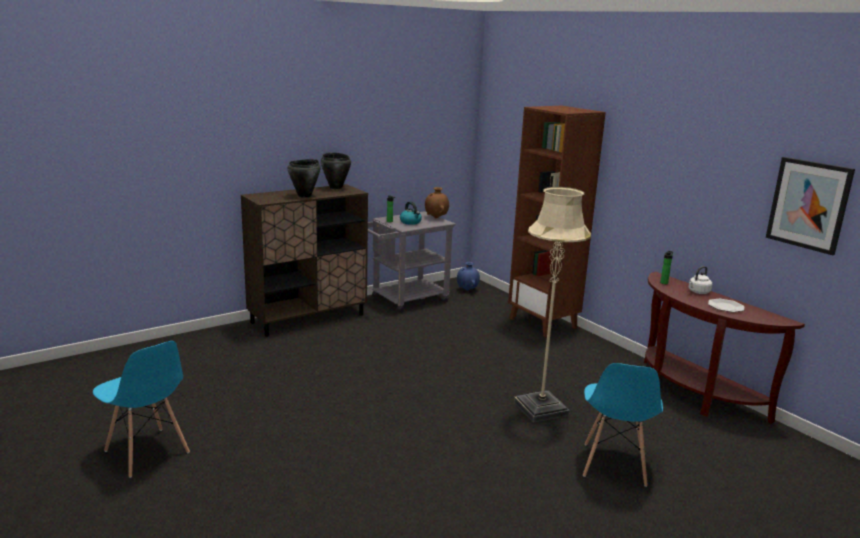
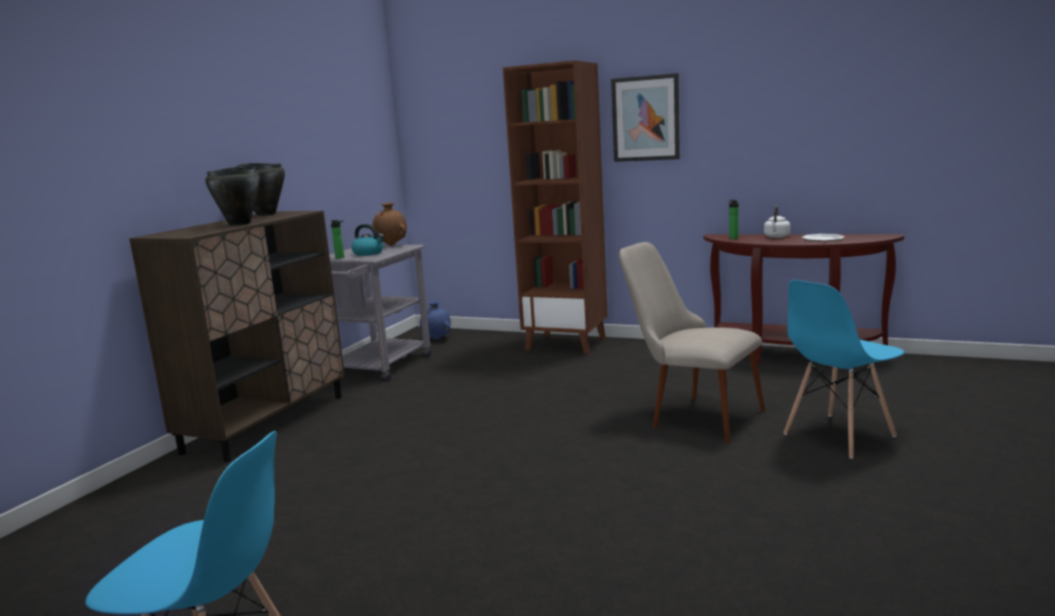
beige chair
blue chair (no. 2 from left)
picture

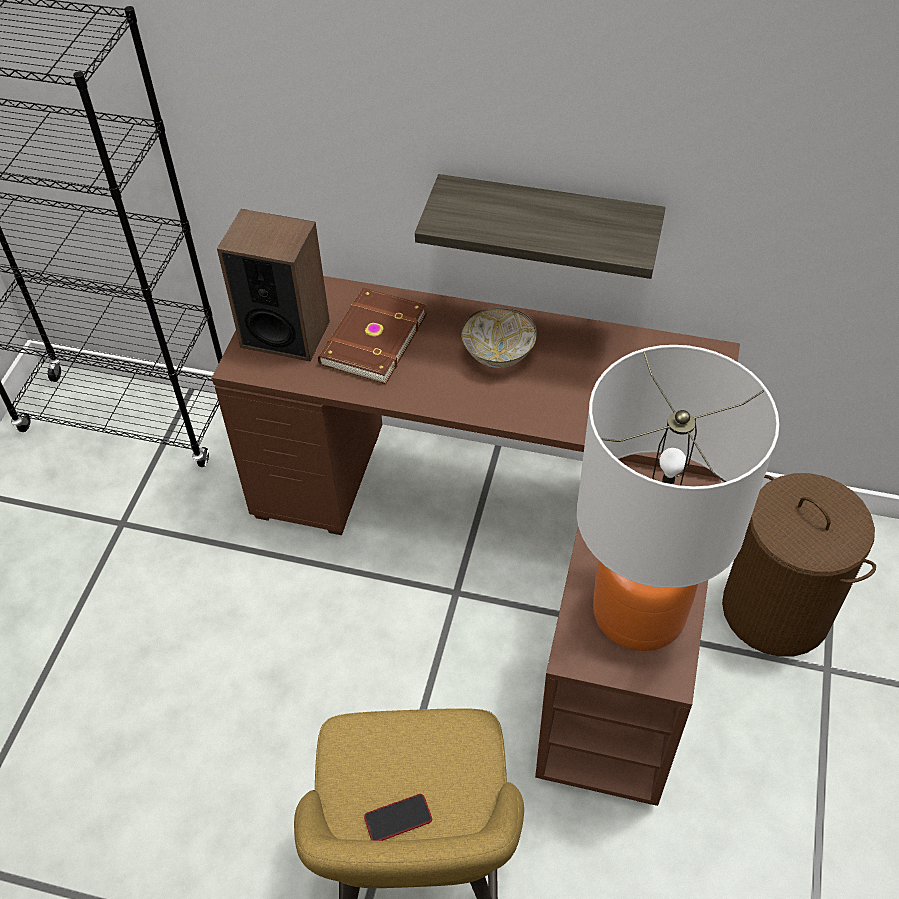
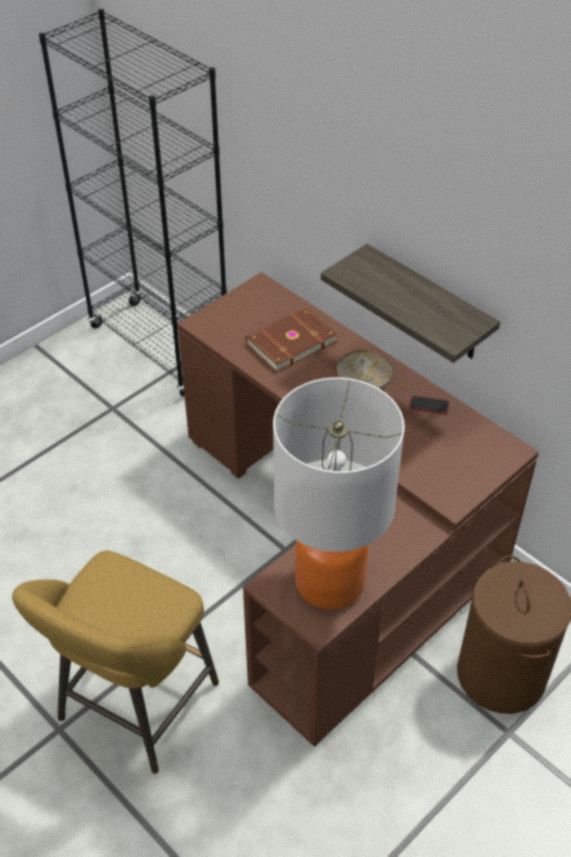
speaker
phone

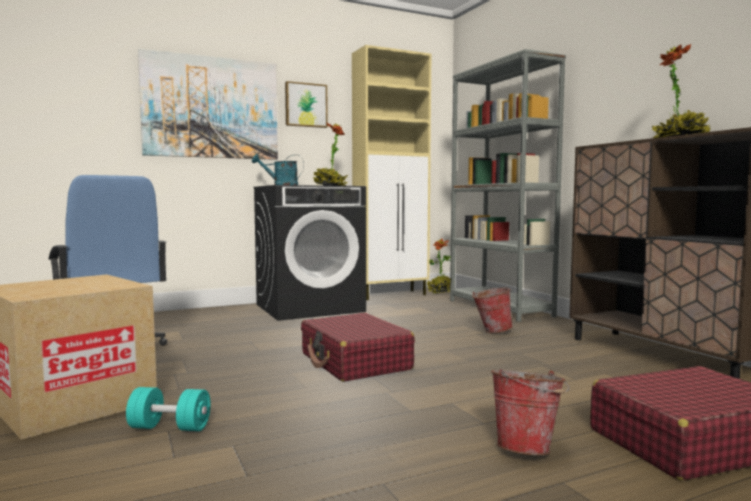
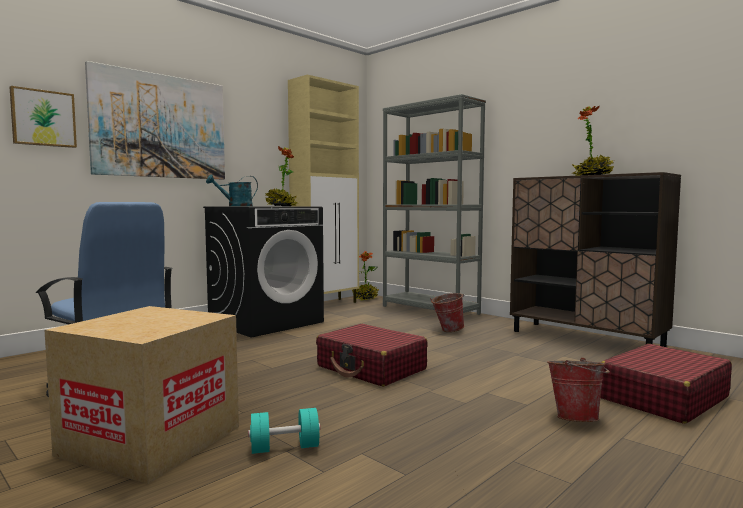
picture (no. 1 from left)

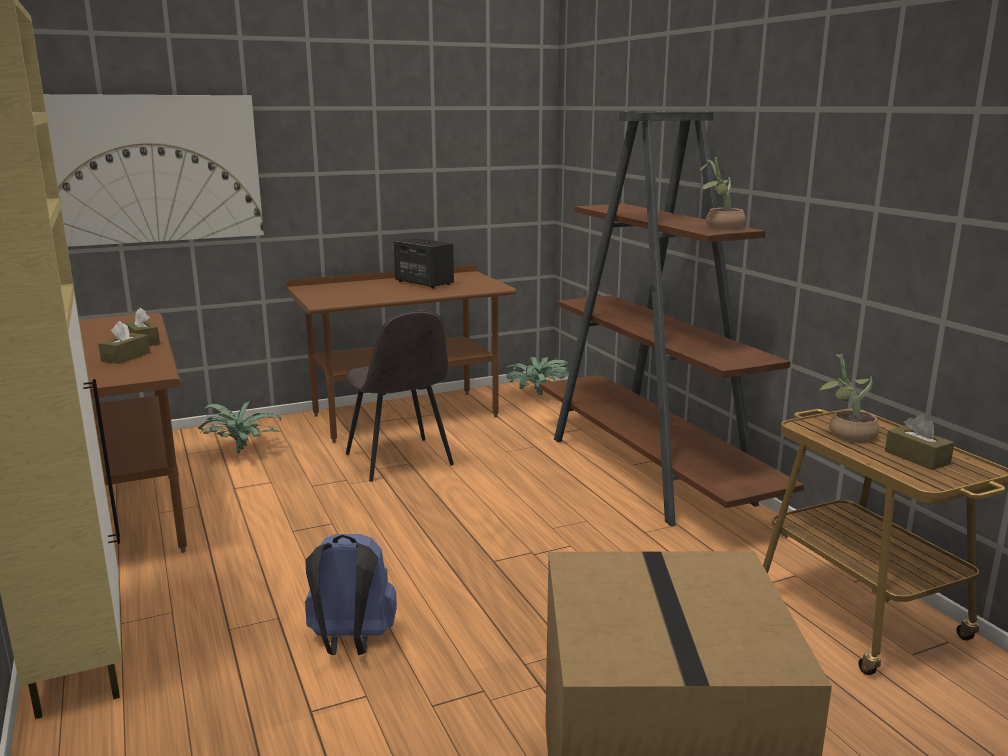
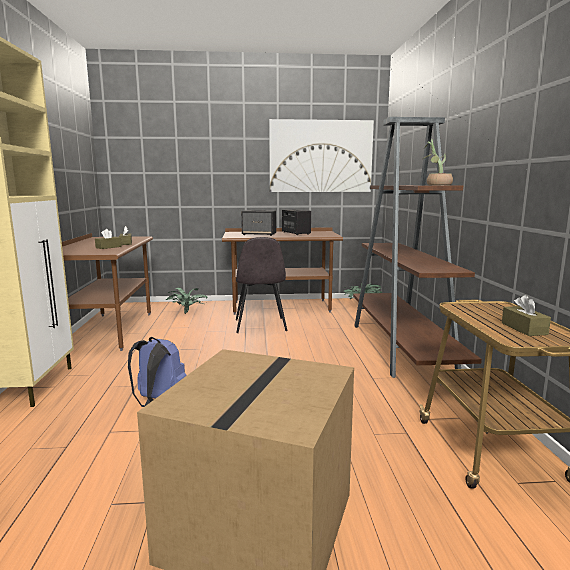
picture
potted plant (no. 4 from left in the first image)
speaker (no. 1 from left)

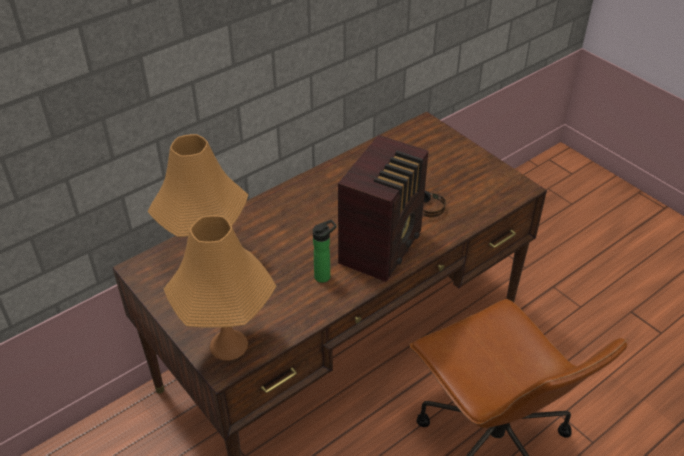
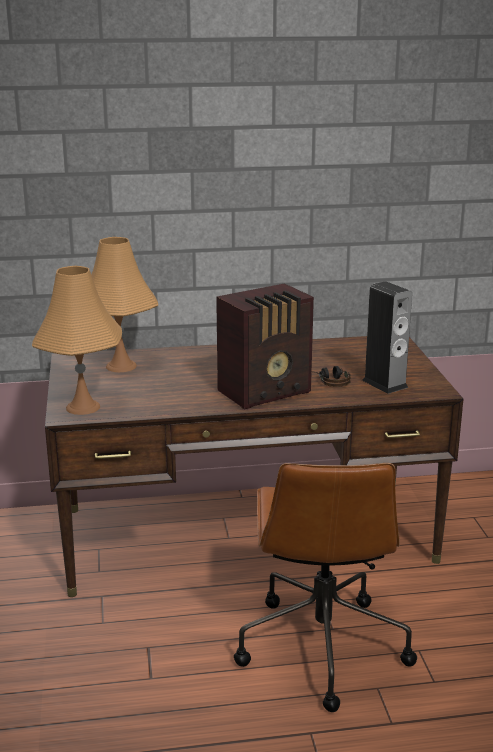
bottle
speaker

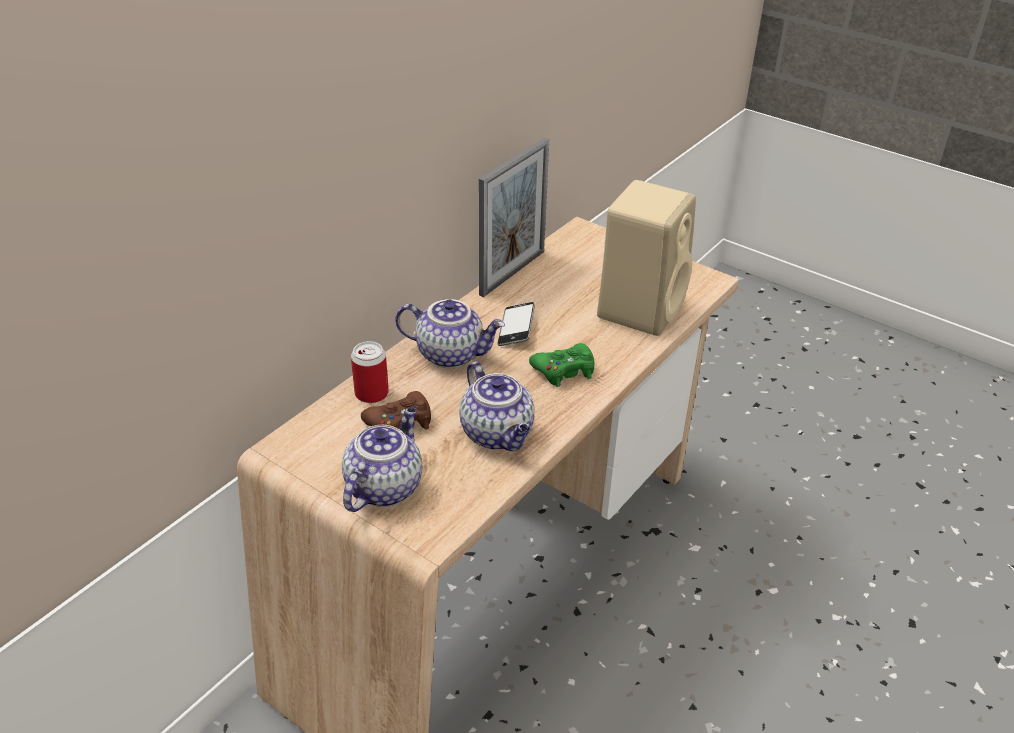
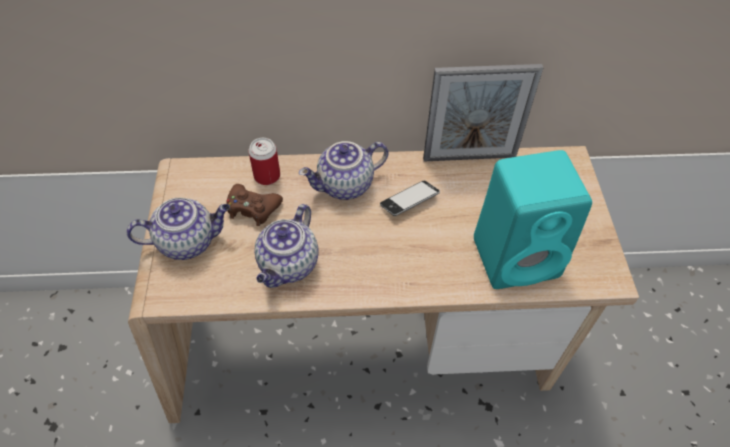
teapot (no. 3 from left)
green game controller
turquoise speaker

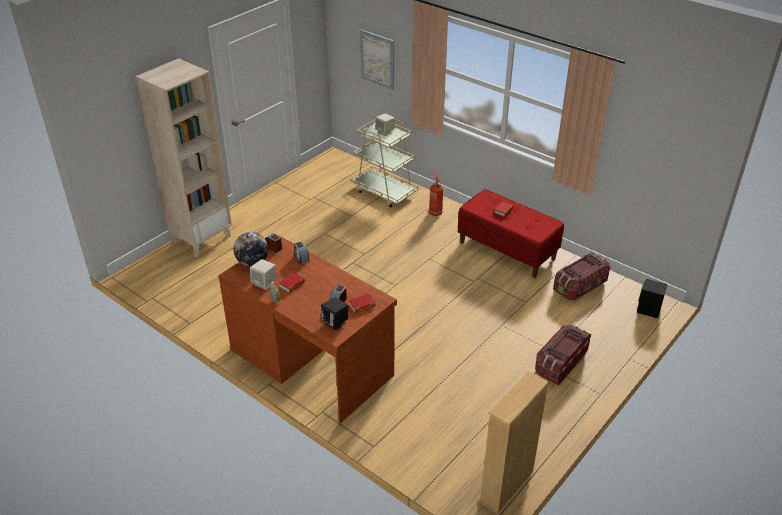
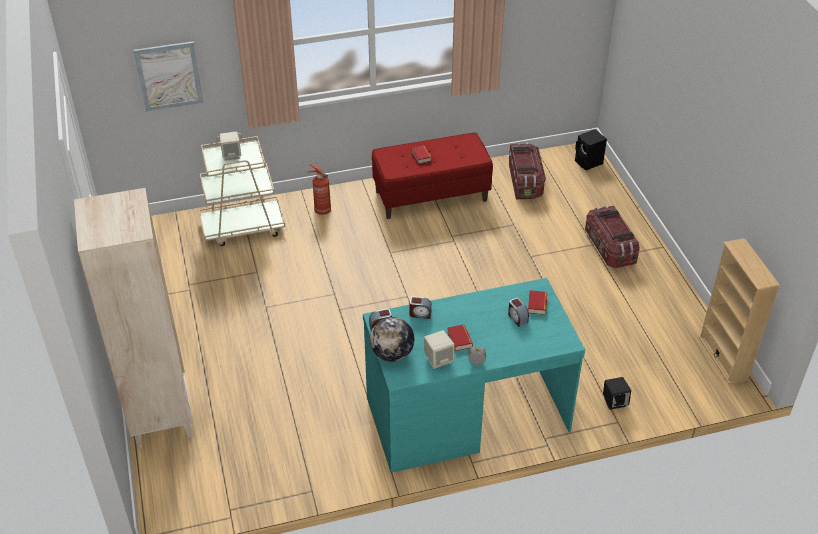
turquoise desk
black speaker (no. 2 from left)

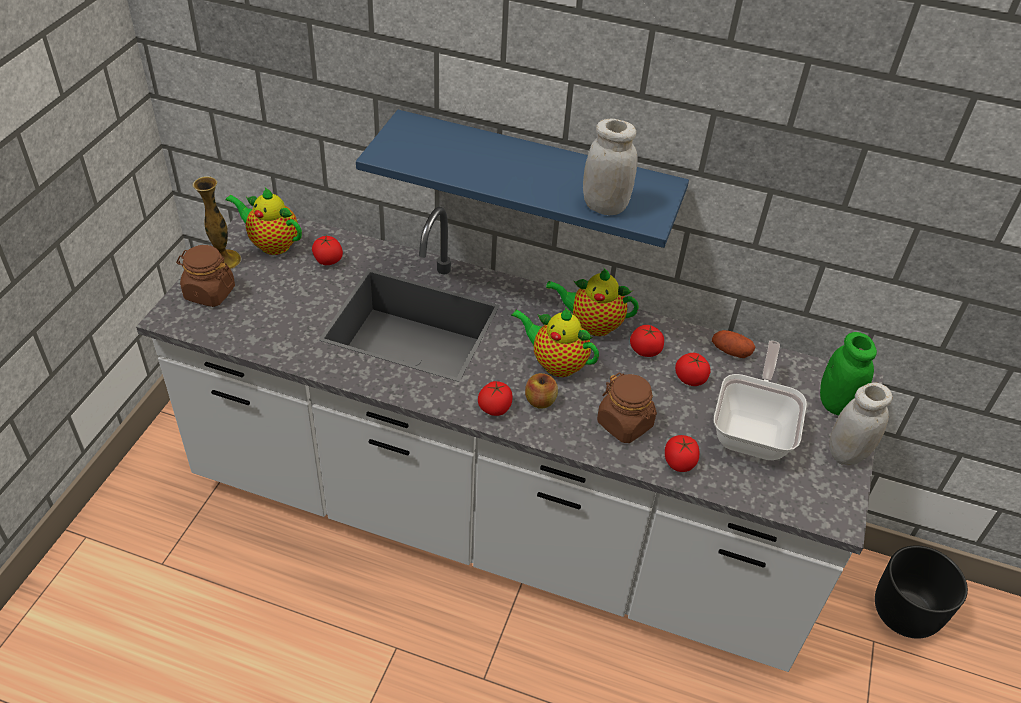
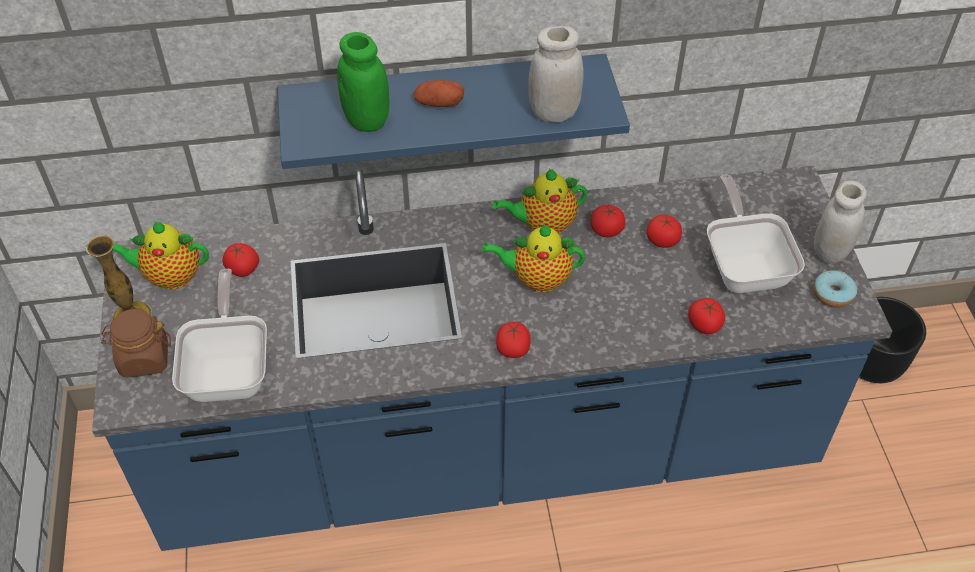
blue counter
apple
brown jar (no. 2 from left in the first image)
potato
green jar
frying pan (no. 1 from left)
donut

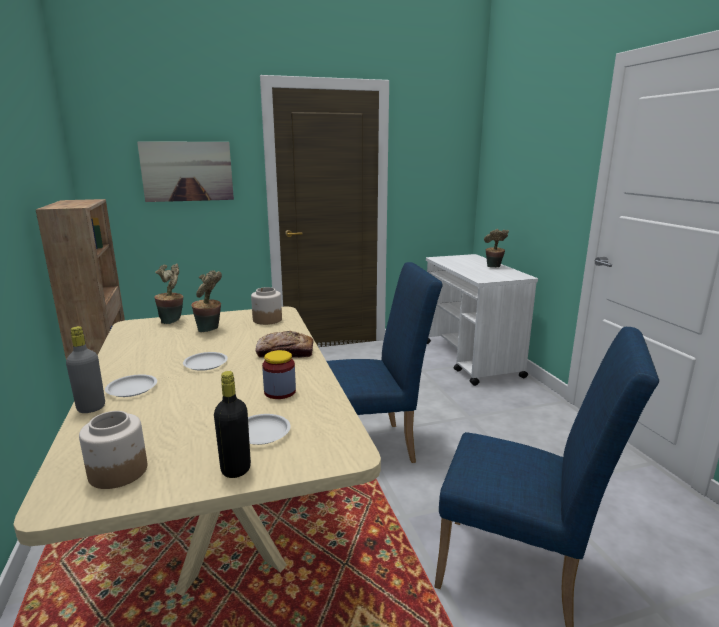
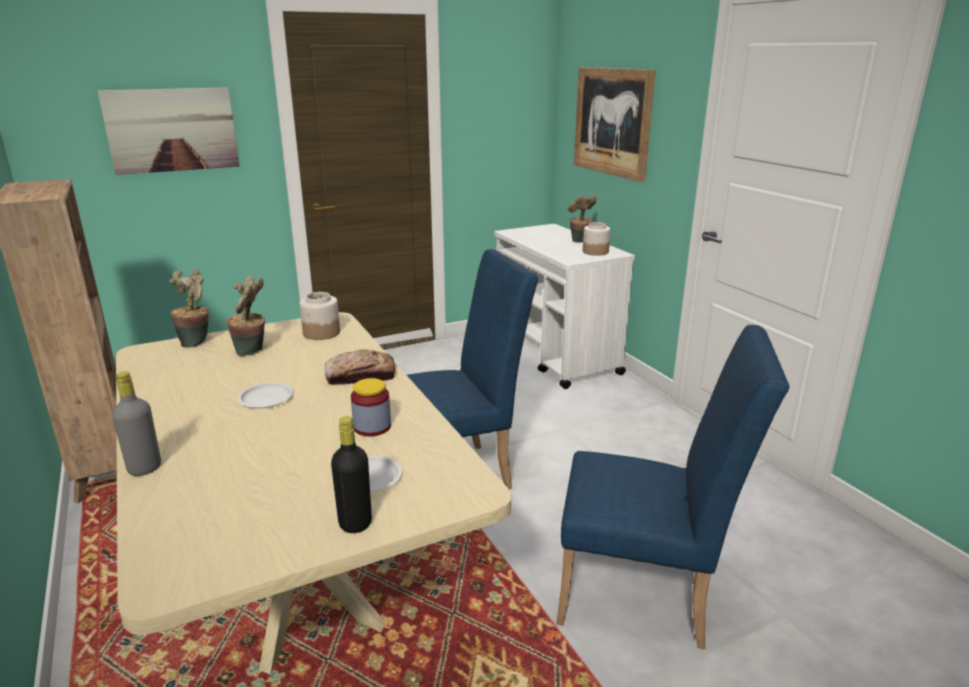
jar (no. 3 from left)
white plate (no. 1 from left in the first image)
picture (no. 2 from left)

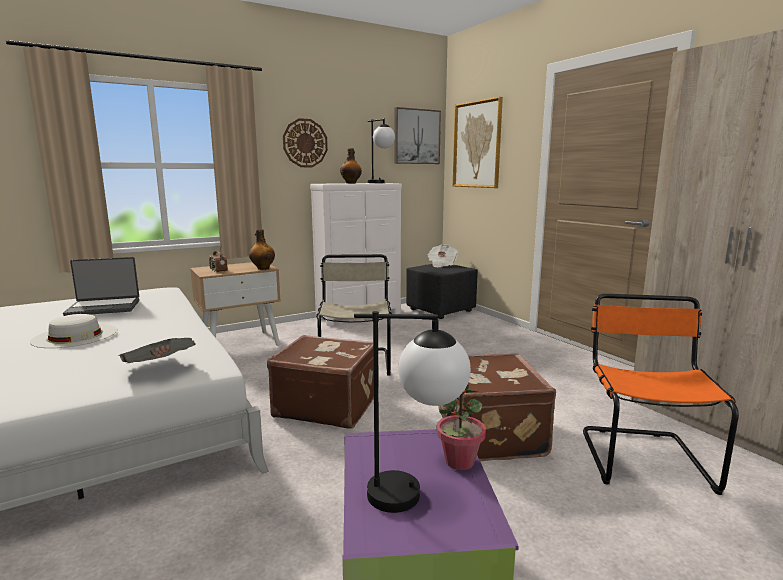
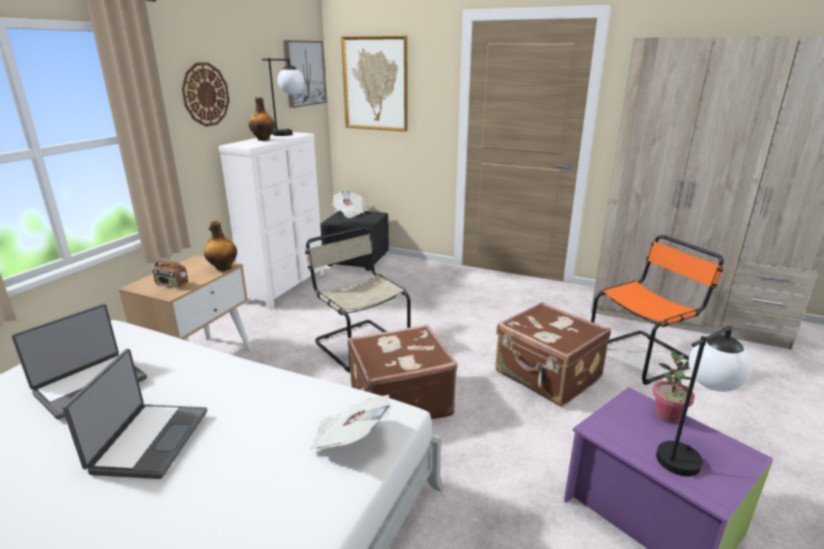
laptop (no. 2 from left)
orange chair

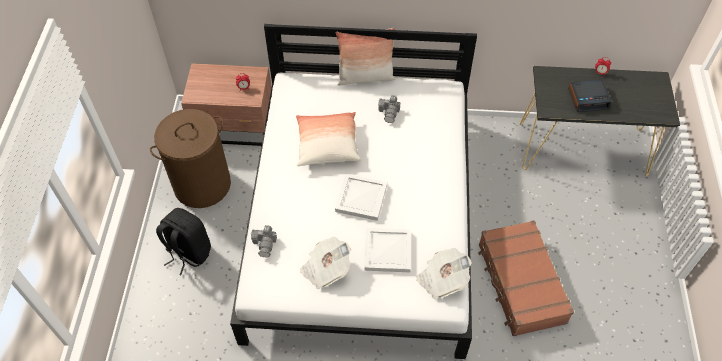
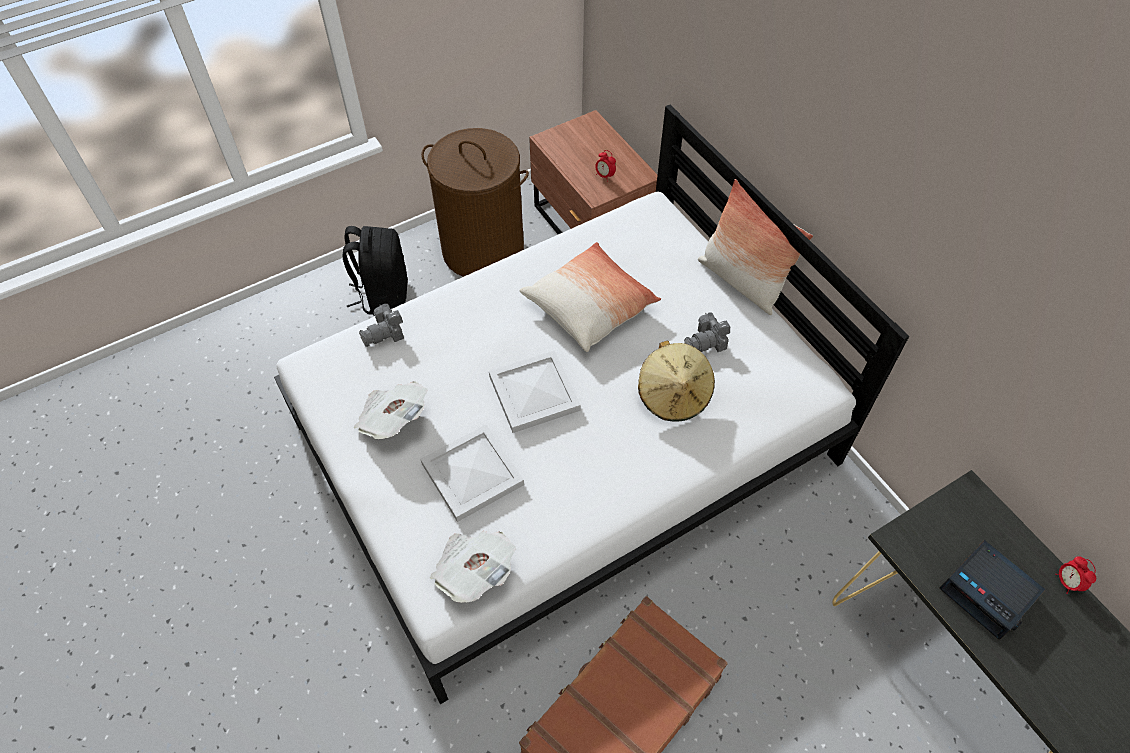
beige hat

